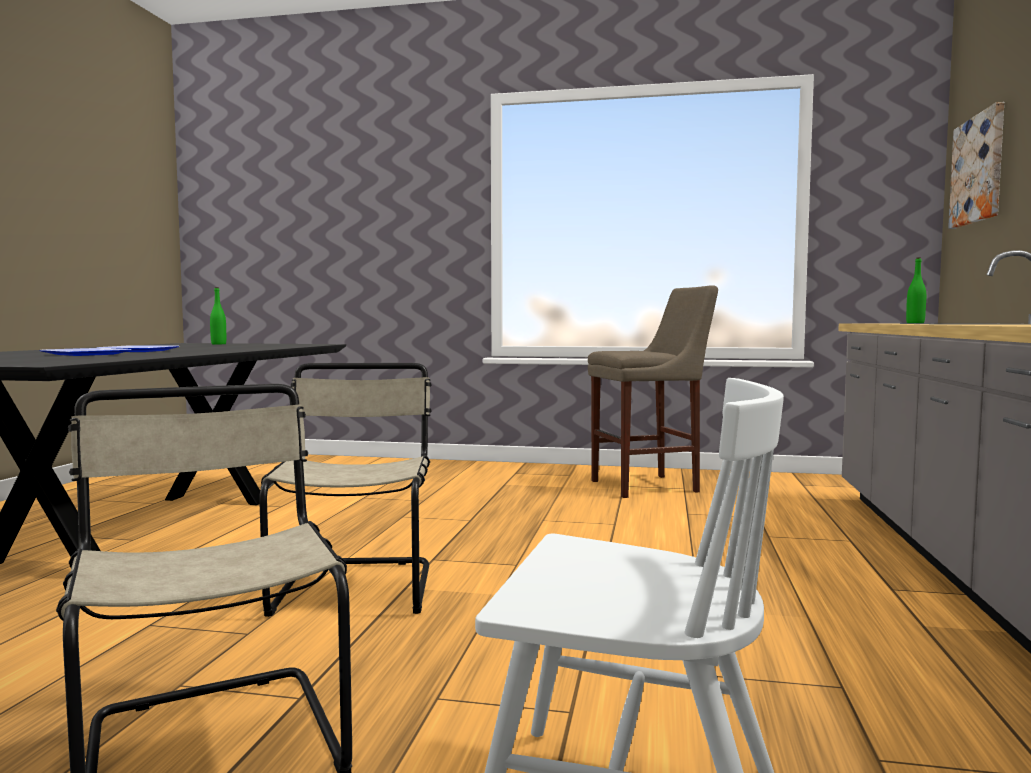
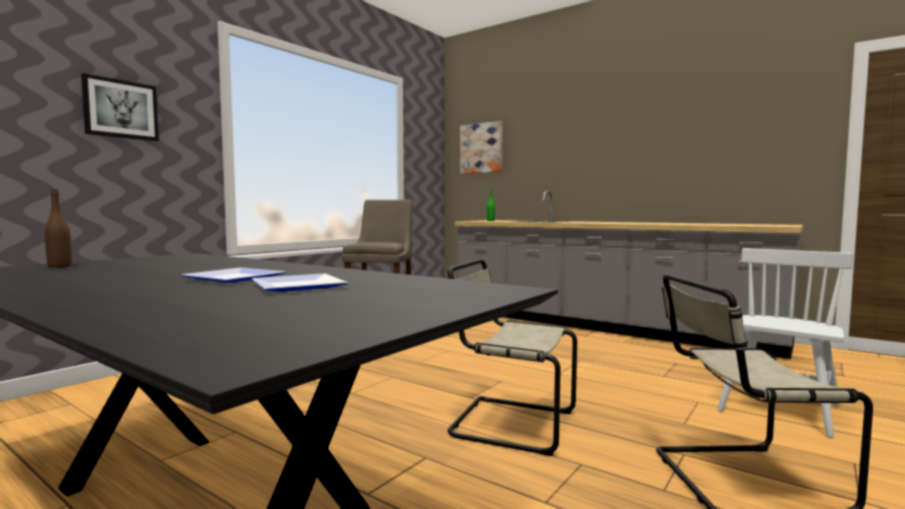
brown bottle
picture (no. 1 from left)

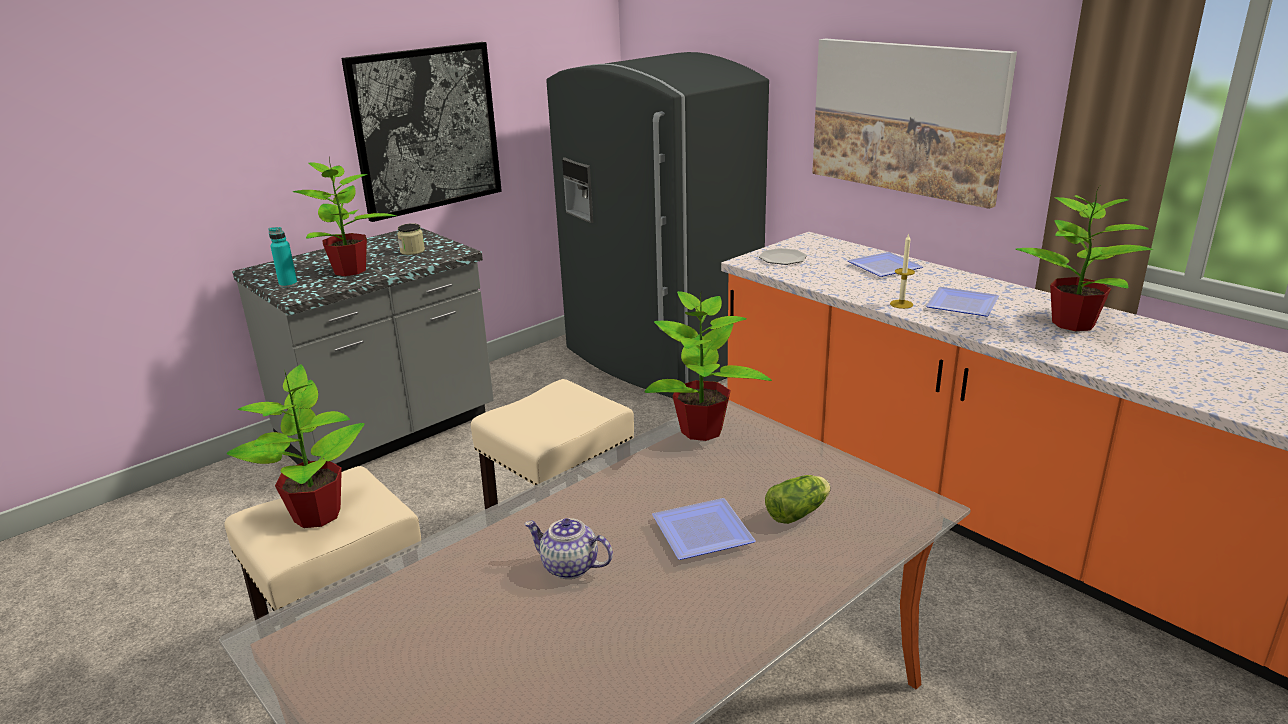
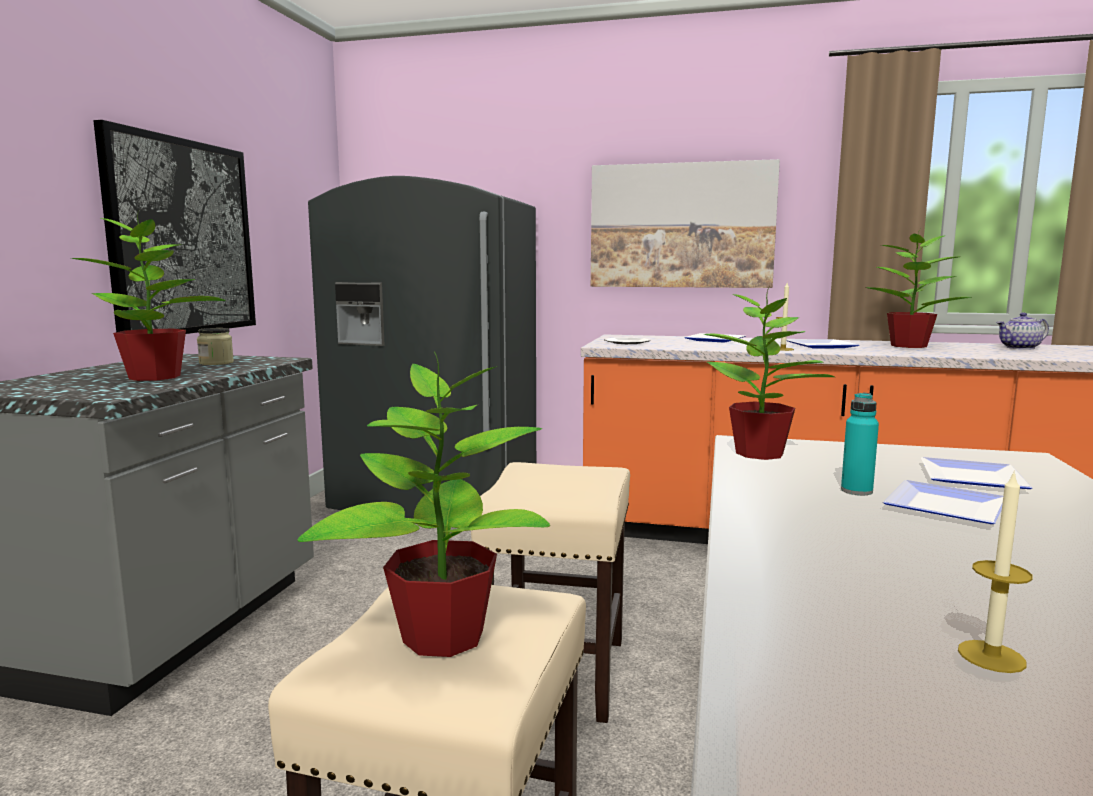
turquoise bottle
teapot
plate (no. 5 from left)
candle (no. 2 from left)

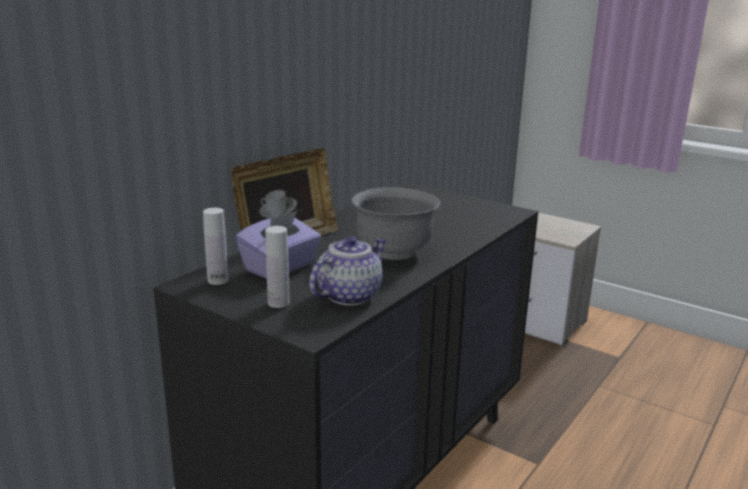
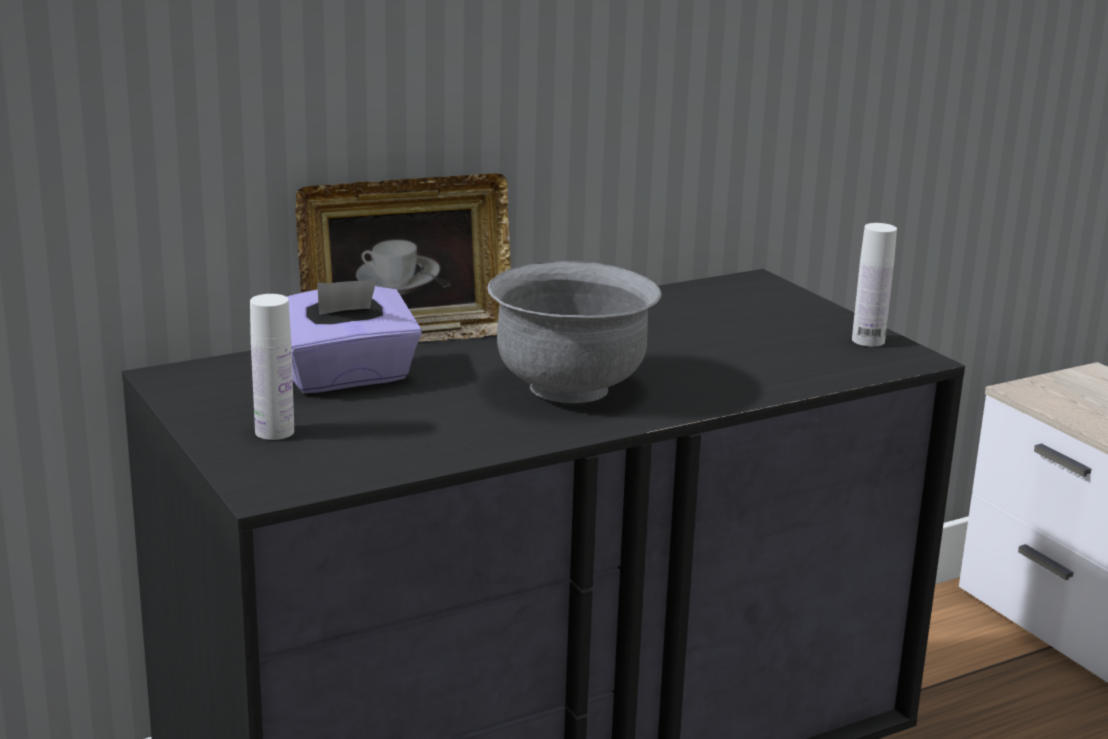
white bottle (no. 2 from left)
teapot

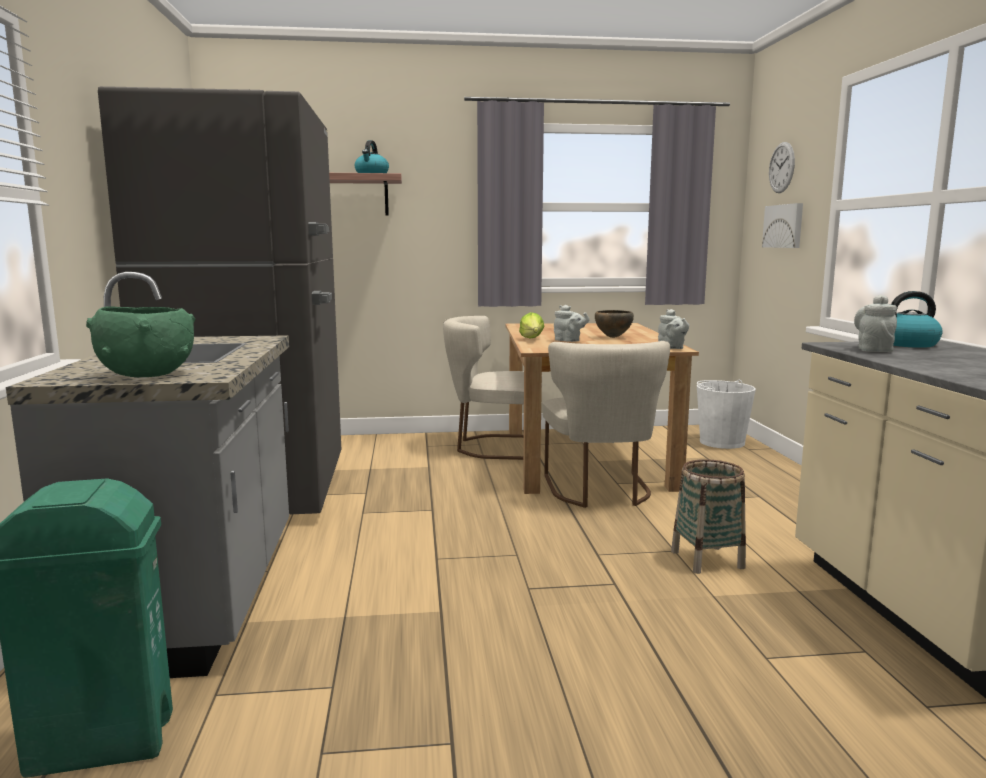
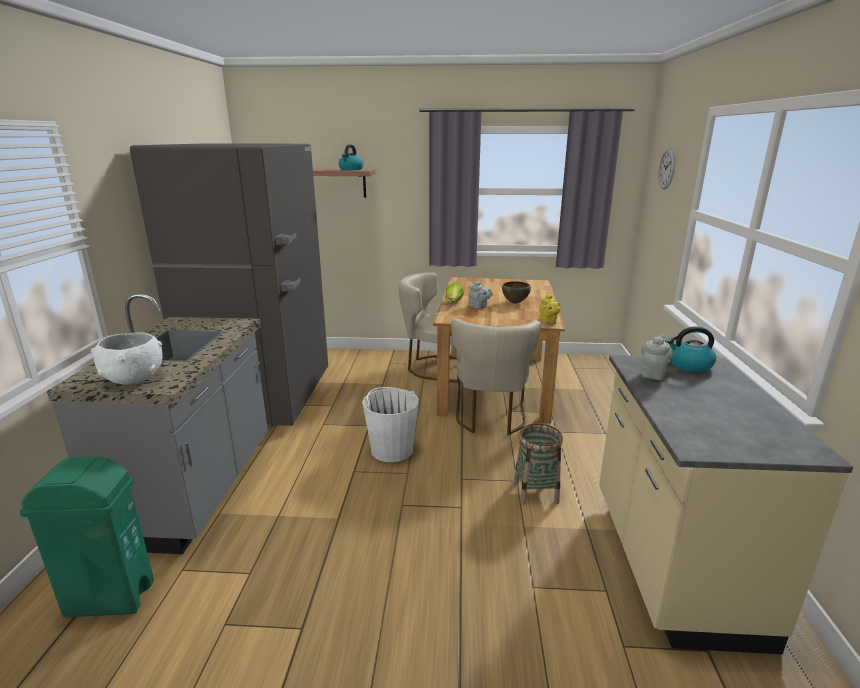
white bowl
yellow teapot
white bucket
picture

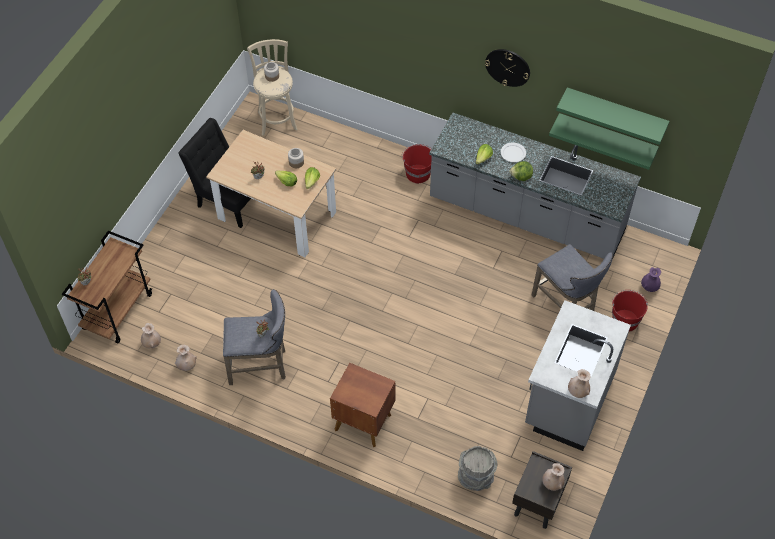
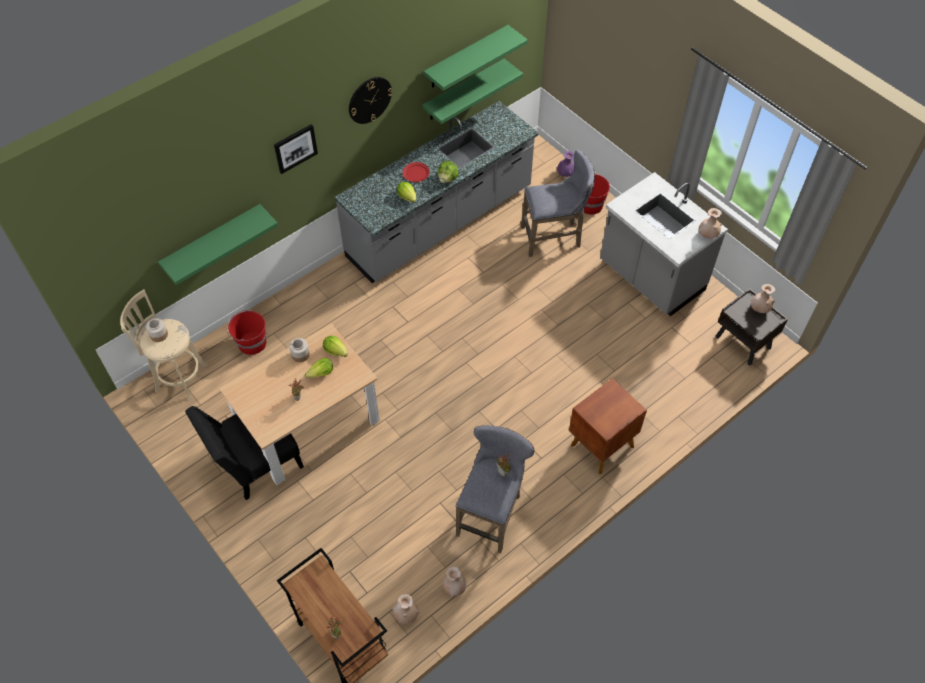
red bucket (no. 1 from left)
grey bucket
red plate
green shelf (no. 1 from left)
picture

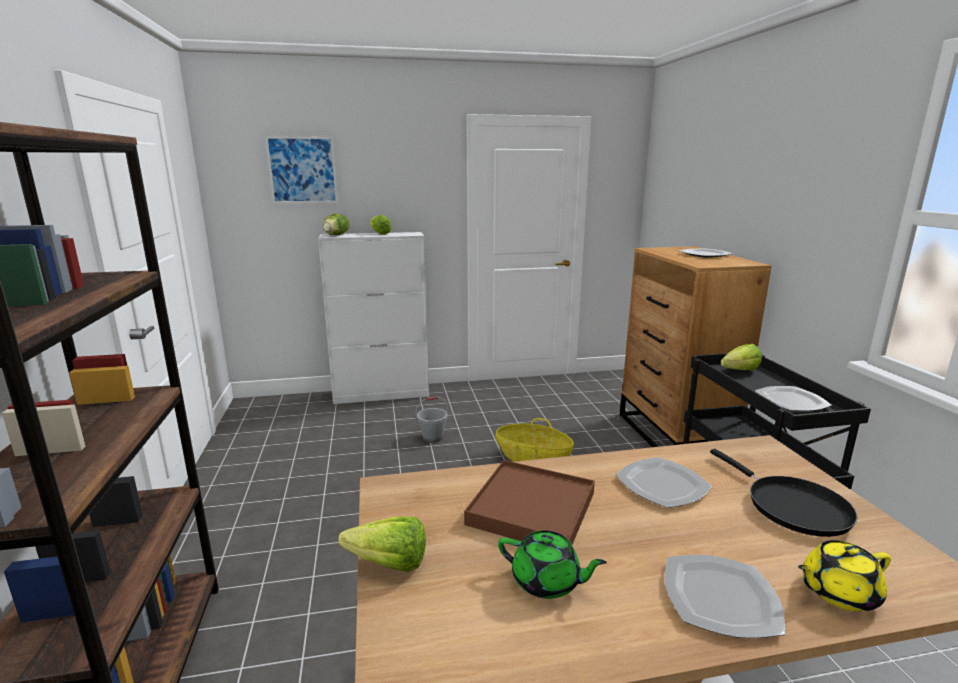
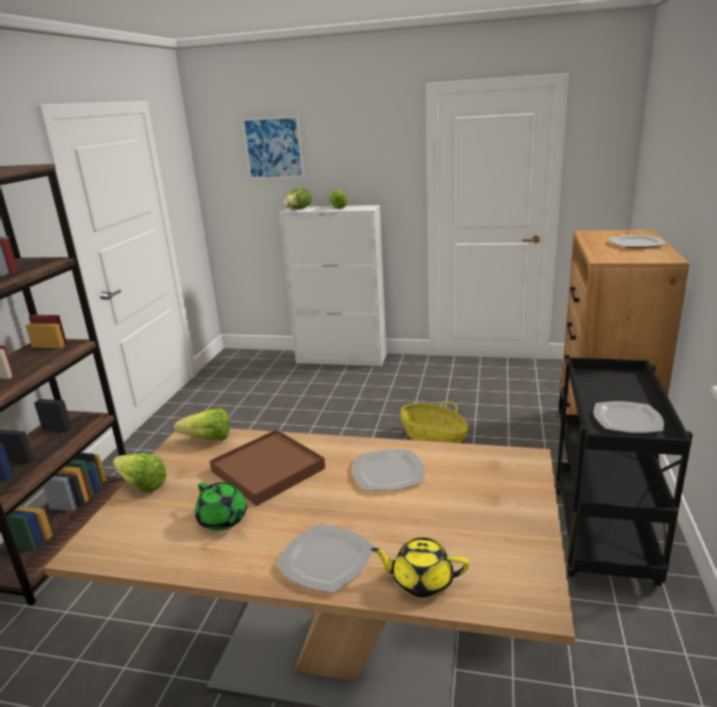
grey bucket
black frying pan
lettuce (no. 2 from left)

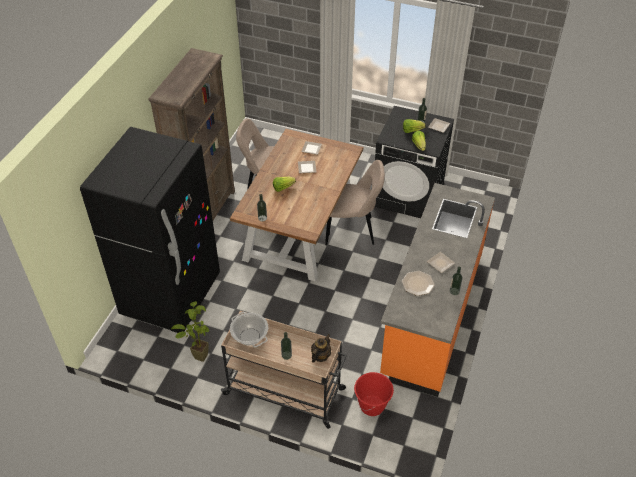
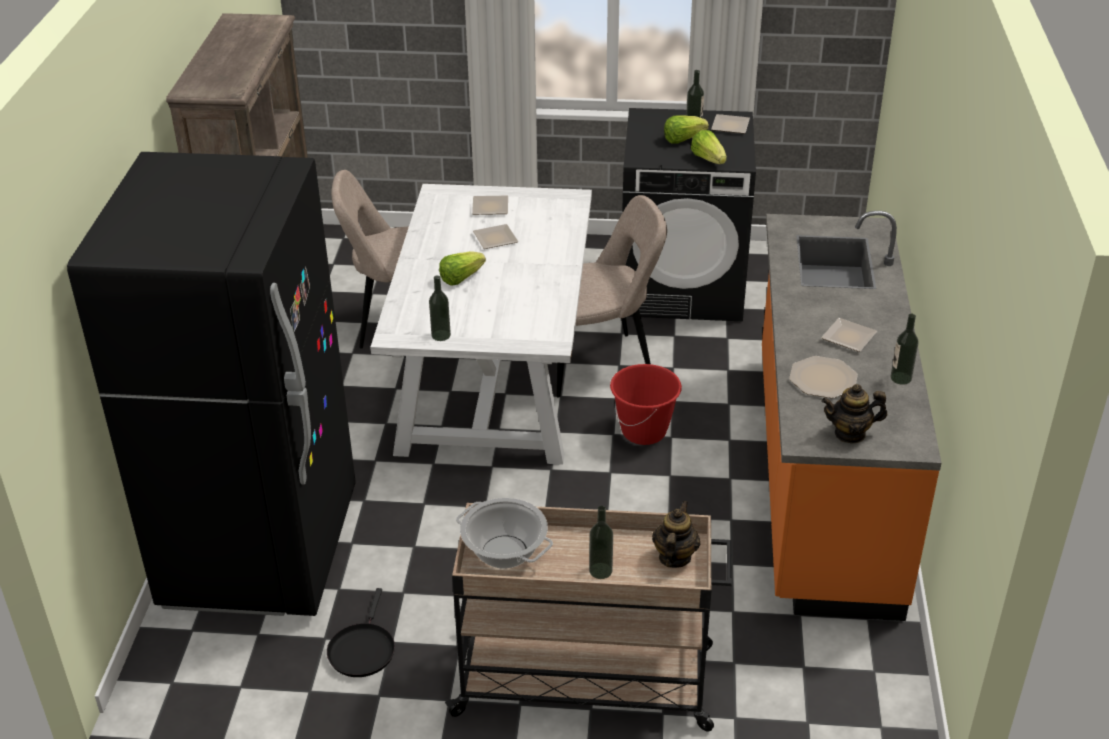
black frying pan
white dining table
red bucket
teapot (no. 2 from left)

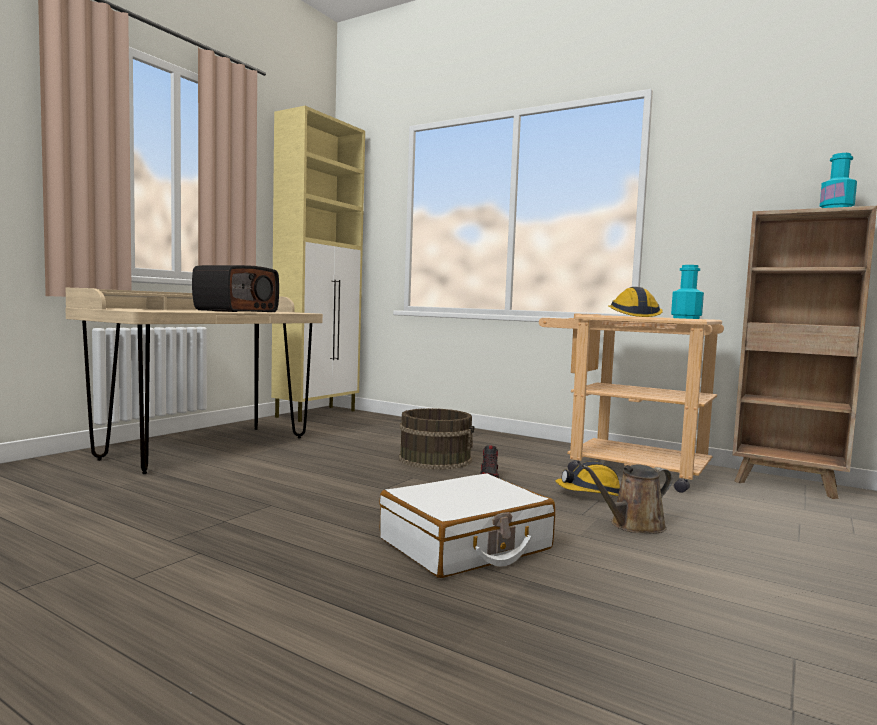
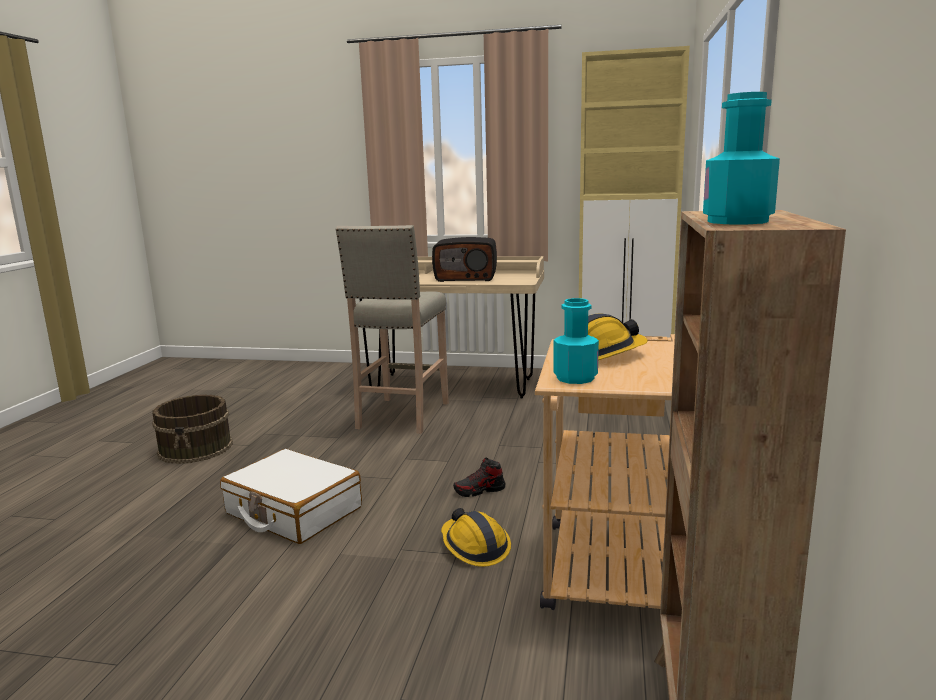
brown bucket
brown watering can
beige stool

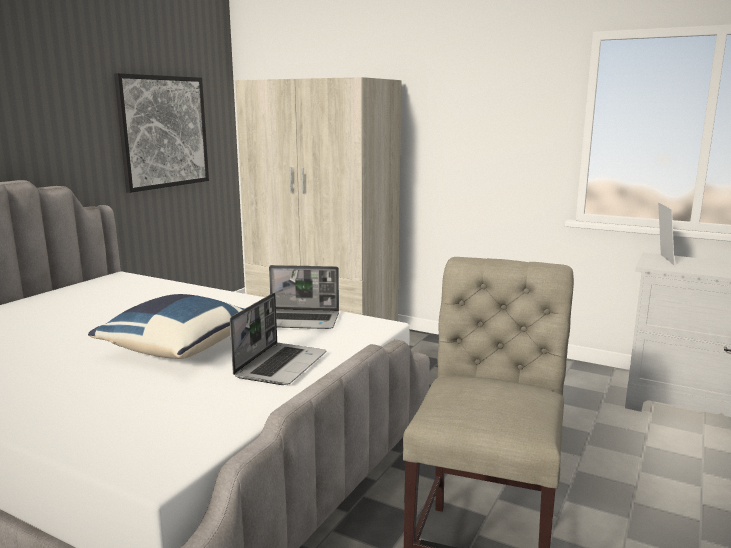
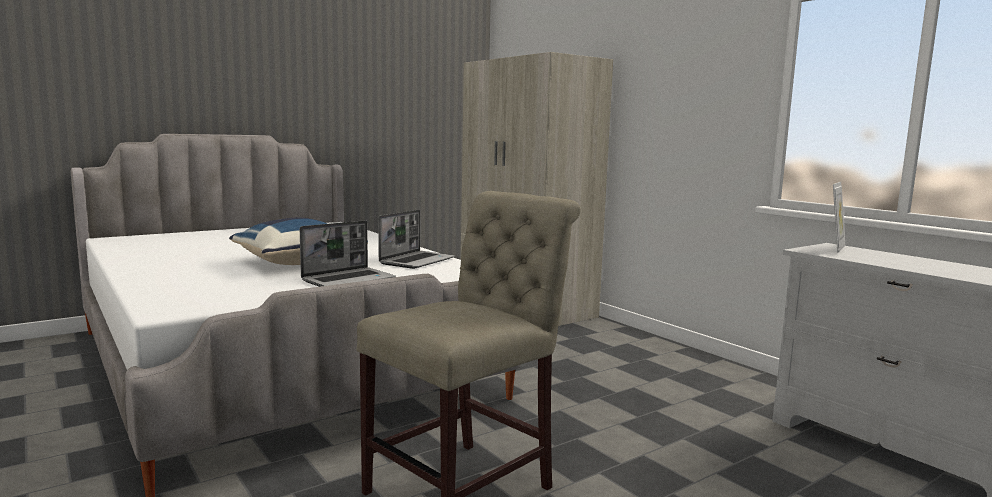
picture
laptop (no. 2 from left)

